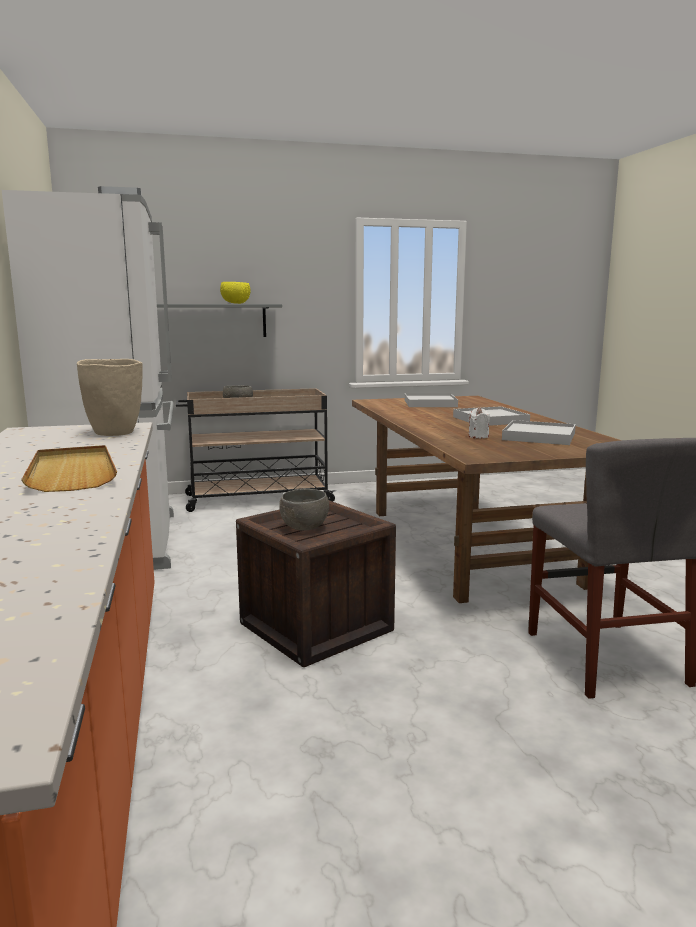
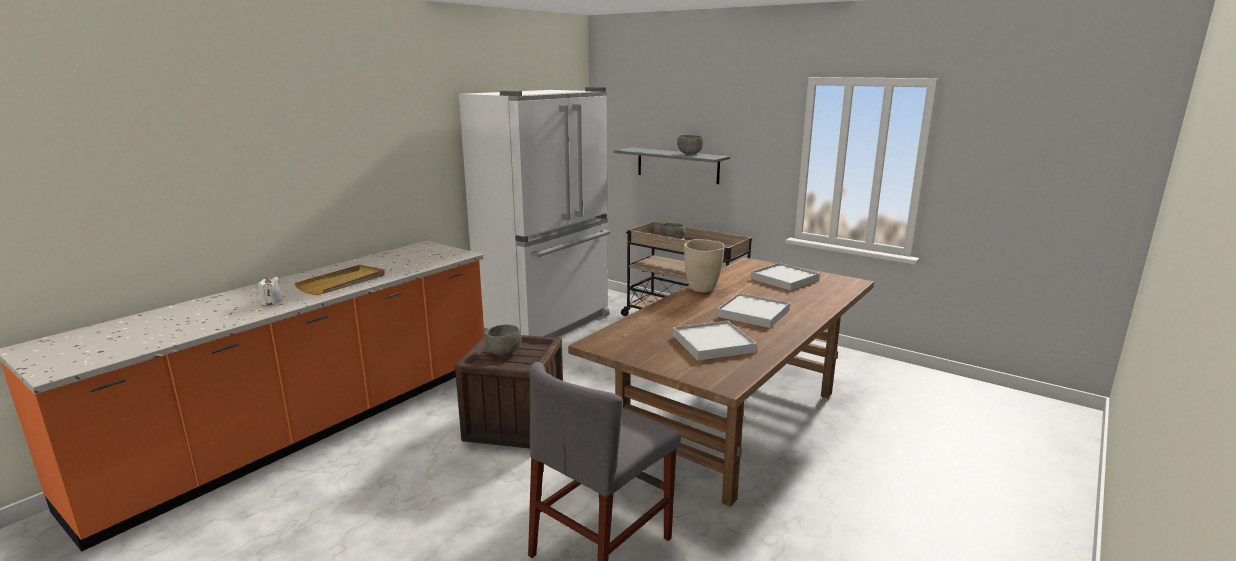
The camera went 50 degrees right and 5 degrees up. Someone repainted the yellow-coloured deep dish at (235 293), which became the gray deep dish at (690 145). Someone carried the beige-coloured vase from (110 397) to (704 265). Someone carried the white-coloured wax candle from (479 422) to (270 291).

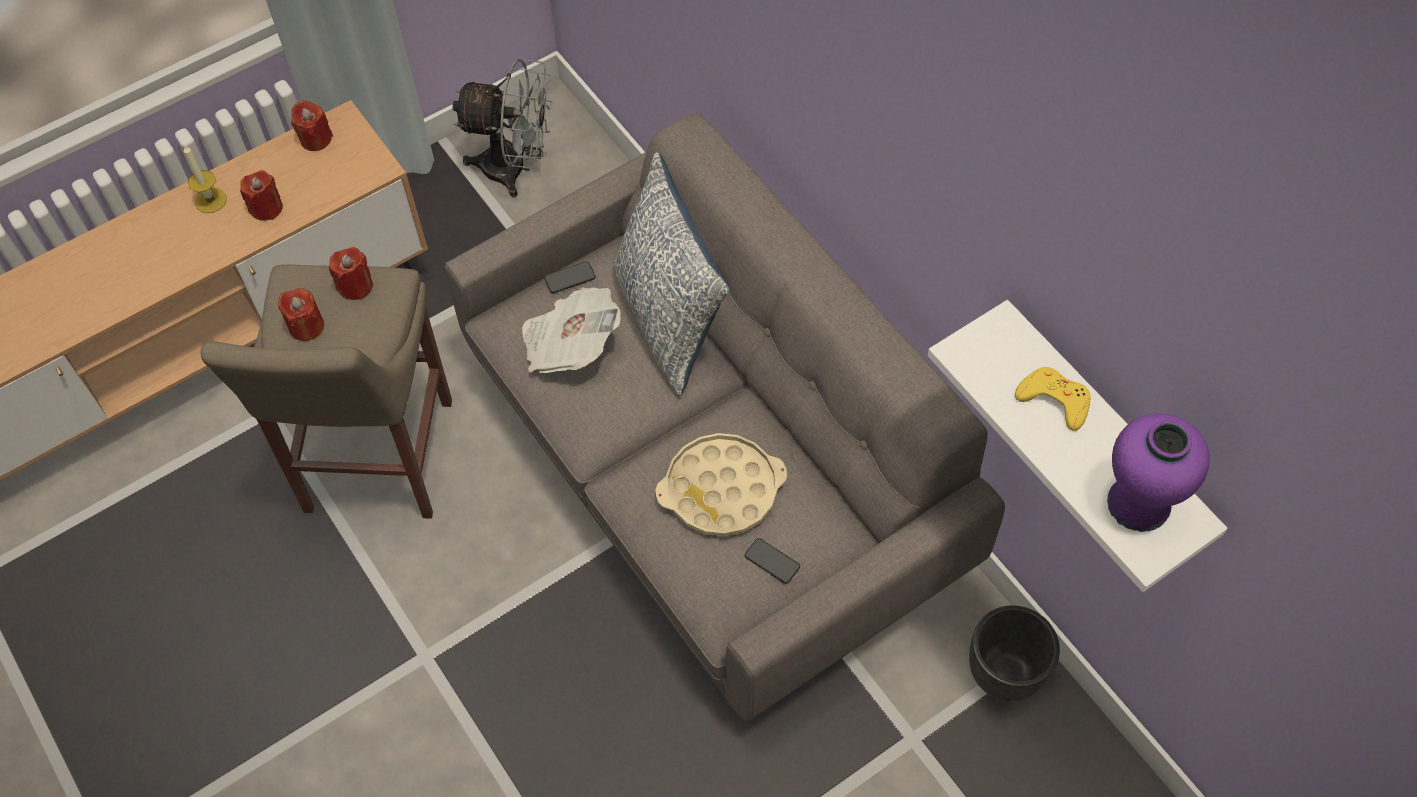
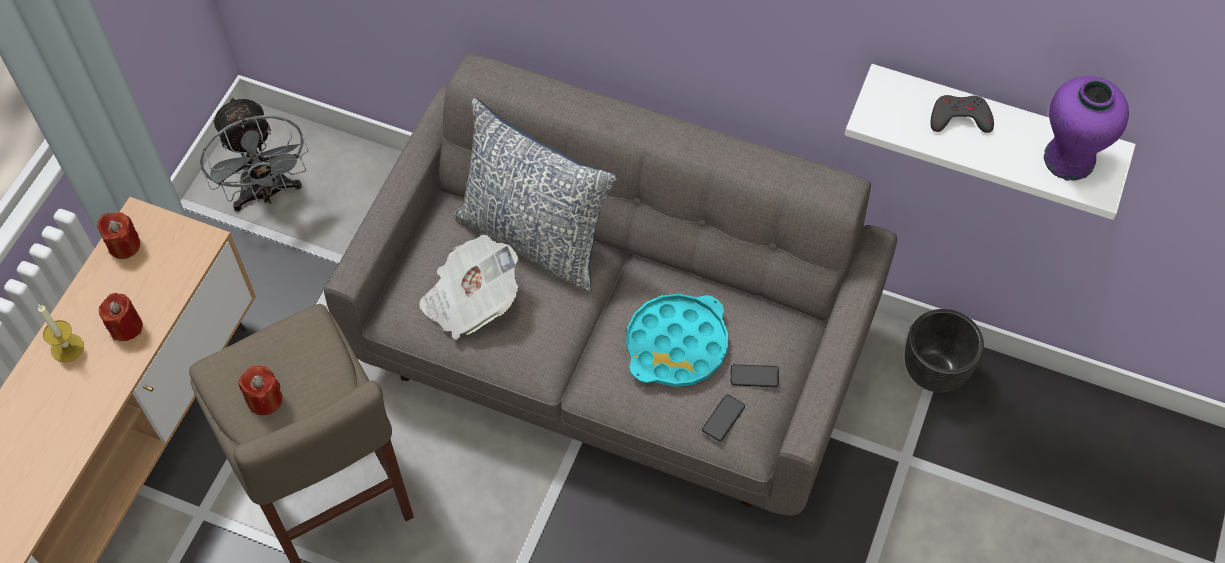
The camera went 35 degrees left and 0 degrees up. Someone rotated the gray fan at (502 128) by 90 degrees clockwise. Someone took away the red-coloured wax candle at (351 273). Someone carried the telephone from (569 277) to (723 418). Someone repainted the yellow-coloured gamepad at (1053 399), which became the gray gamepad at (962 114). Someone repainted the beige-coloured serving tray at (721 484), which became the turquoise-coloured serving tray at (677 340).

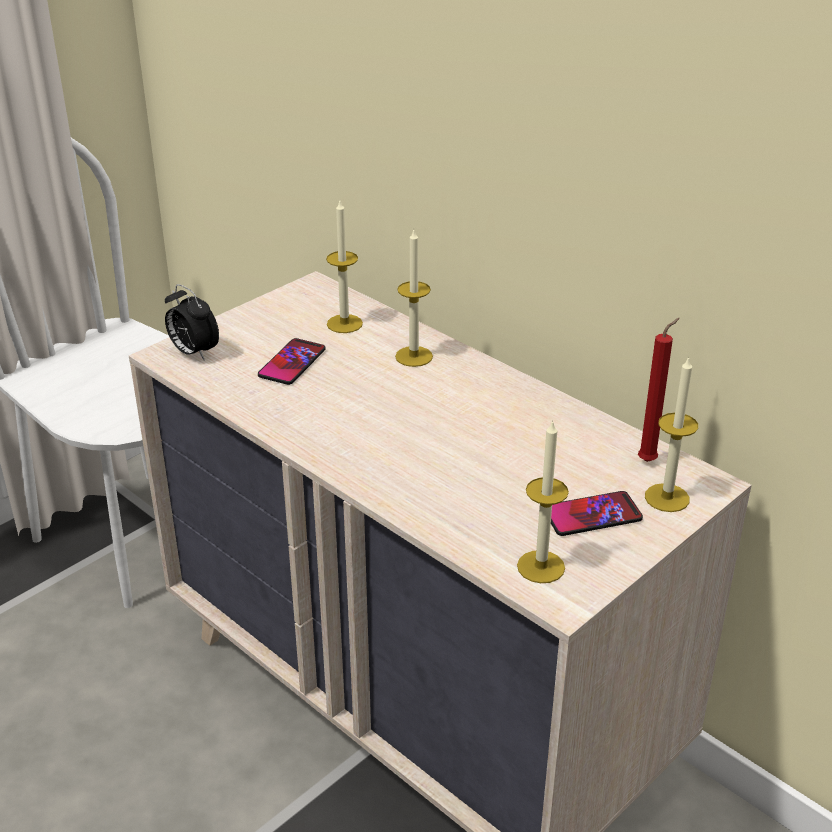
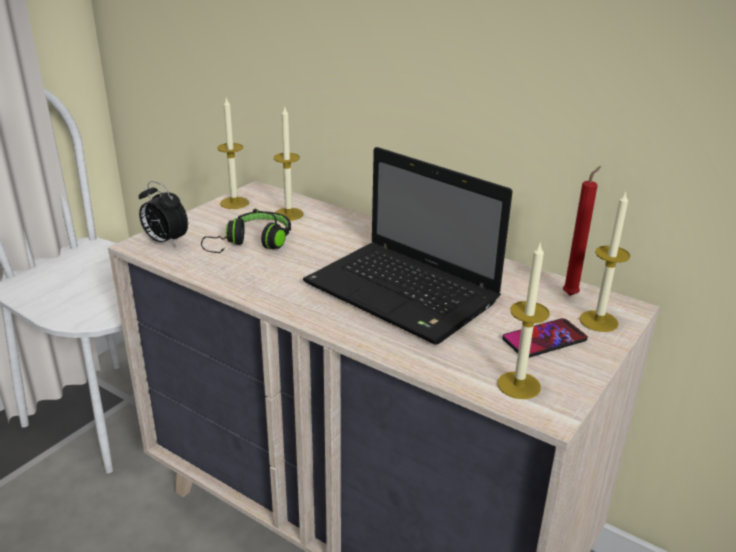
The camera went 10 degrees left and 5 degrees down. Someone carried the wax candle from (414 298) to (233 153). Someone swapped the telephone at (292 361) for the black-coloured headset at (246 231). Someone put down the portable computer at (408 246).

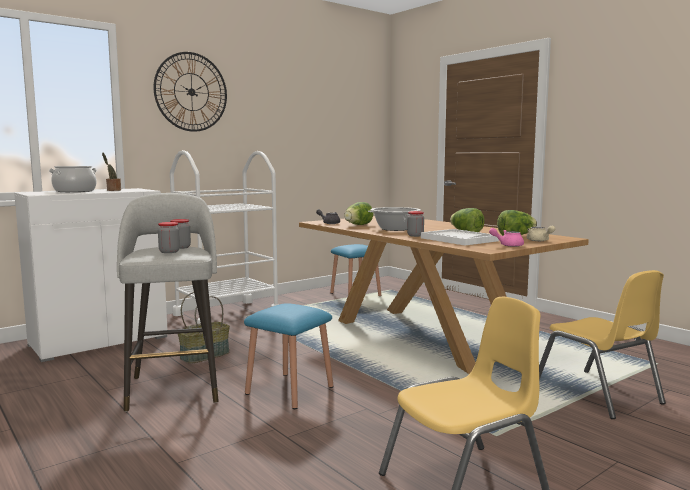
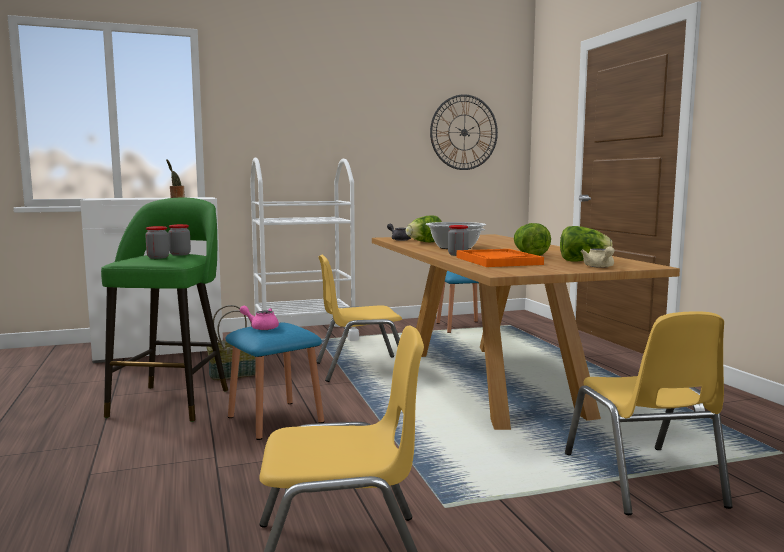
The camera went 20 degrees right and 0 degrees up. Someone carried the hanging clock from (190 92) to (464 132). Someone took away the cooking pot at (73 179). Someone repainted the gray stool at (168 302), which became the green stool at (164 310). Someone carried the pink-coloured tea pot from (506 237) to (259 318). Someone repainted the white-coloured serving tray at (460 237), which became the orangey serving tray at (500 258). Someone put down the yellow-coloured upright chair at (359 318).

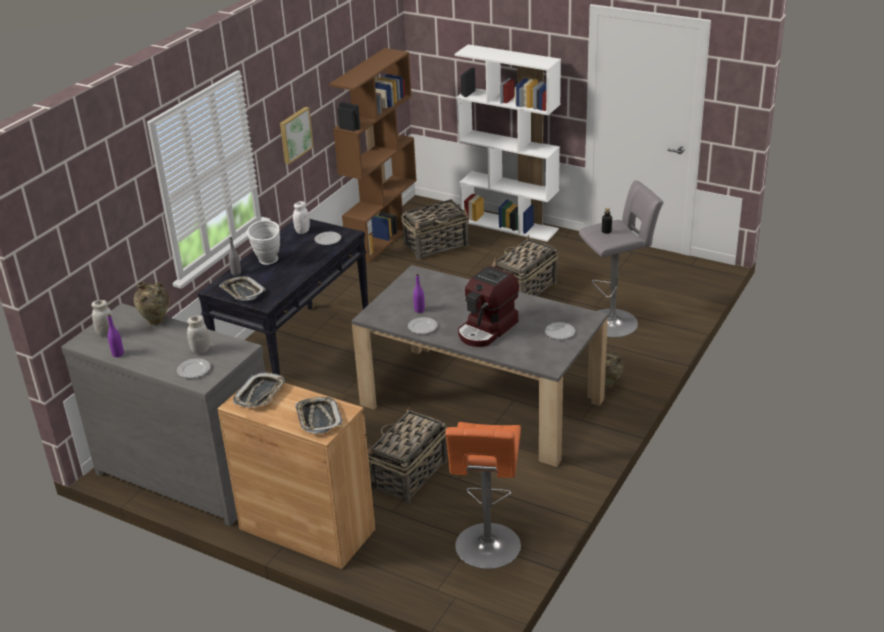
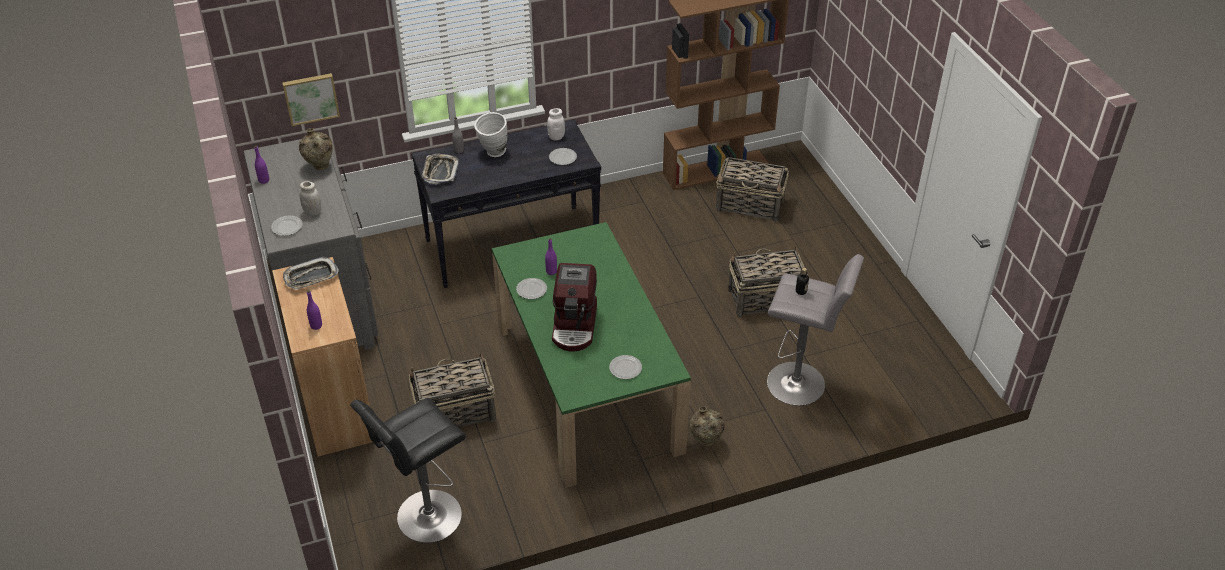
The camera went 40 degrees right and 10 degrees up. Someone took away the white-coloured shelving unit at (508 143). Someone carried the picture from (297 135) to (311 99). Someone repainted the gray kitchen table at (480 366), which became the green kitchen table at (591 355). Someone rotated the coffee brewer at (488 306) by 75 degrees counterclockwise. Someone took away the white-coloured storage jar at (103 318). Someone swapped the serving tray at (318 415) for the purplish beverage bottle at (314 310). Someone repainted the orangey stool at (483 495), which became the black-coloured stool at (408 470).

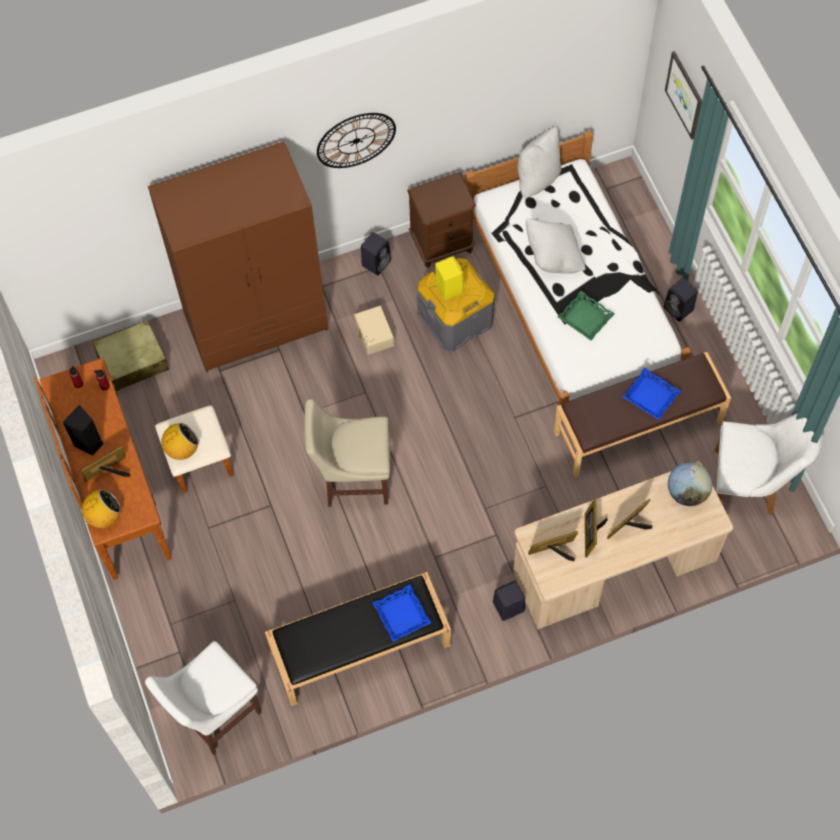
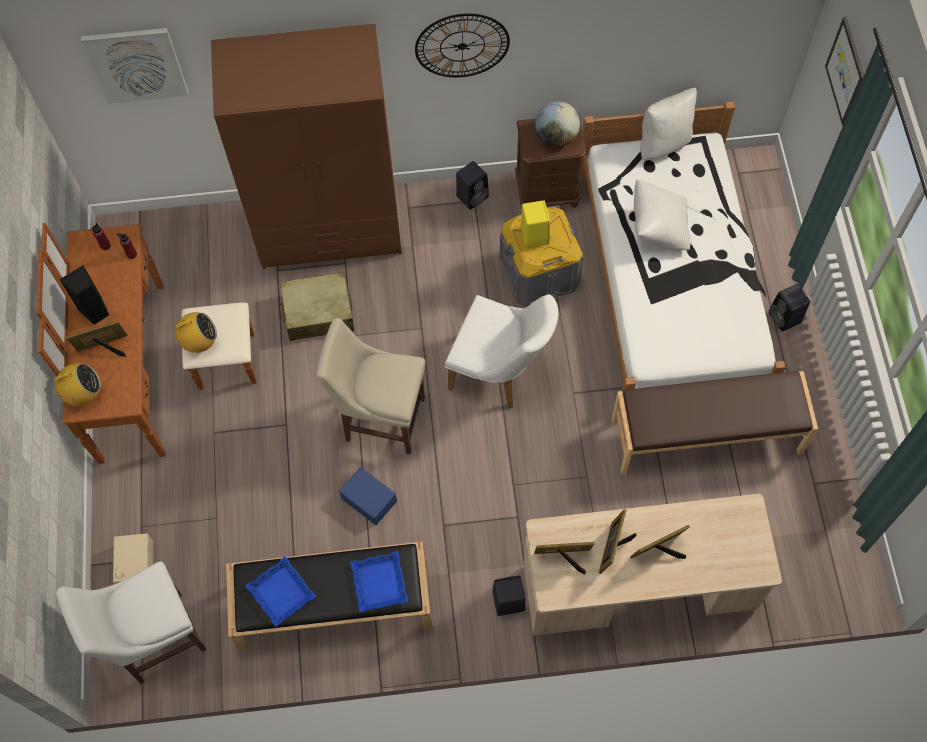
The camera went 15 degrees right and 0 degrees up. Someone took away the green serving tray at (586 316). Someone carried the beige-coloured storage container from (374 330) to (132 558). Someone carried the beige-coloured piece of luggage from (131 355) to (316 306). Someone carried the blue serving tray from (651 393) to (280 591). Someone carried the white-coloured upright chair from (768 464) to (501 351). Someone carried the globe from (690 484) to (557 124). Someone put up the picture at (135 66). Someone put down the blue storage container at (368 496).

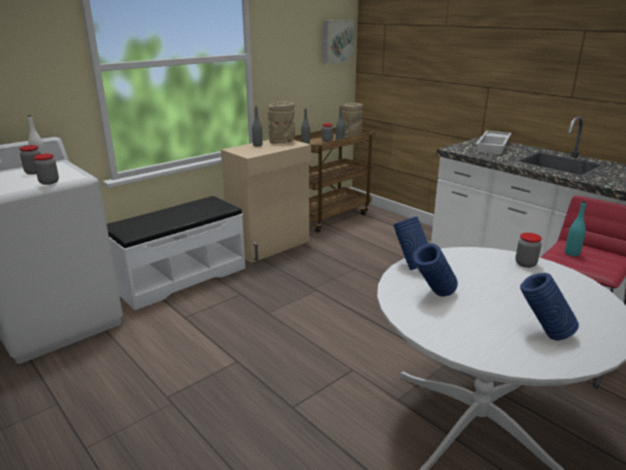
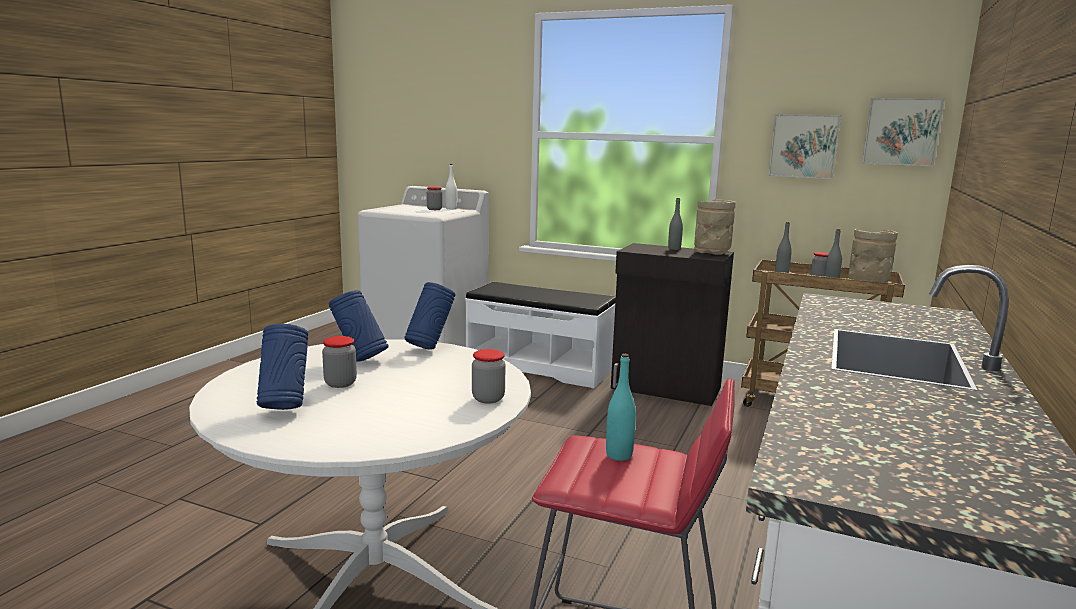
The camera went 65 degrees right and 10 degrees down. Someone took away the white-coloured serving tray at (494 143). Someone repainted the beige-coloured cupboard at (266 201), which became the black-coloured cupboard at (672 324). Someone carried the storage jar from (46 169) to (339 362). Someone put up the picture at (804 146).

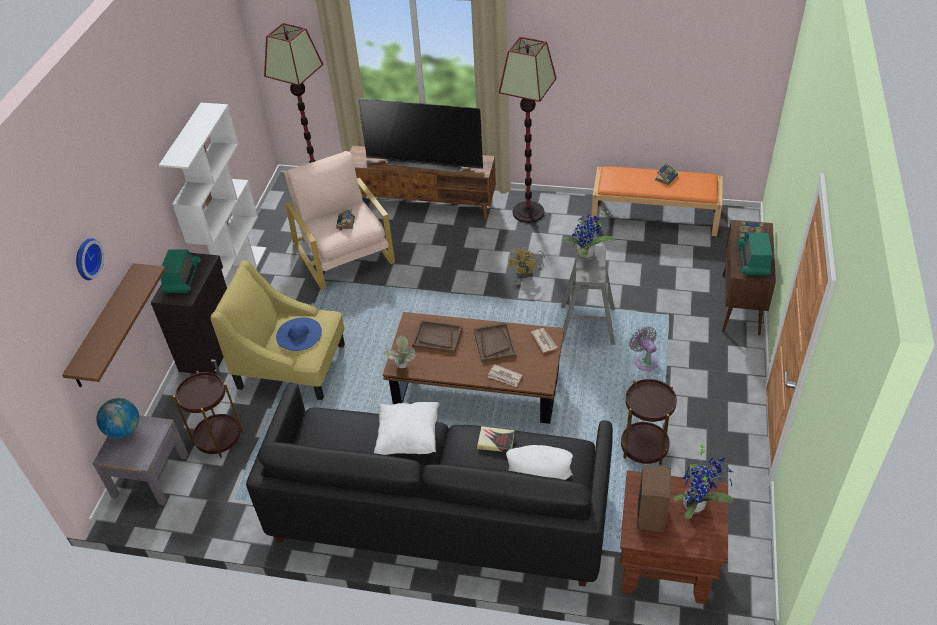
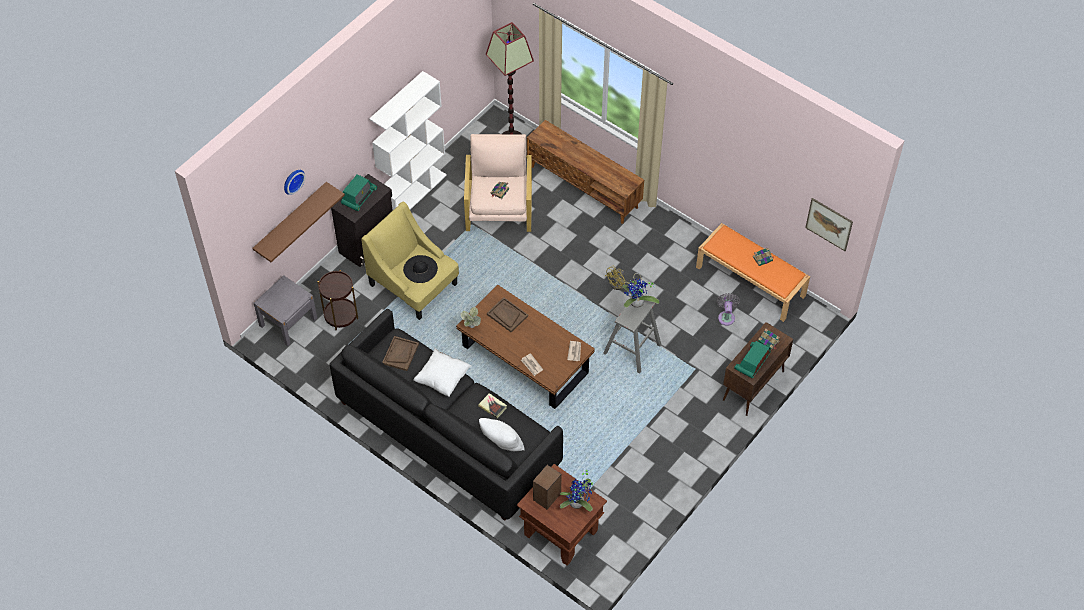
The camera went 25 degrees right and 10 degrees up. Someone took away the standing lamp at (527 130). Someone took away the TV at (420 135). Someone repainted the blue clothing hat at (299 334), which became the black-coloured clothing hat at (420 269). Someone carried the brown-coloured serving tray from (495 343) to (400 353). Someone carried the gray fan from (643 348) to (728 310). Someone took away the brown-coloured accent table at (649 422). Someone took away the globe at (117 418). Someone put up the picture at (829 224).

